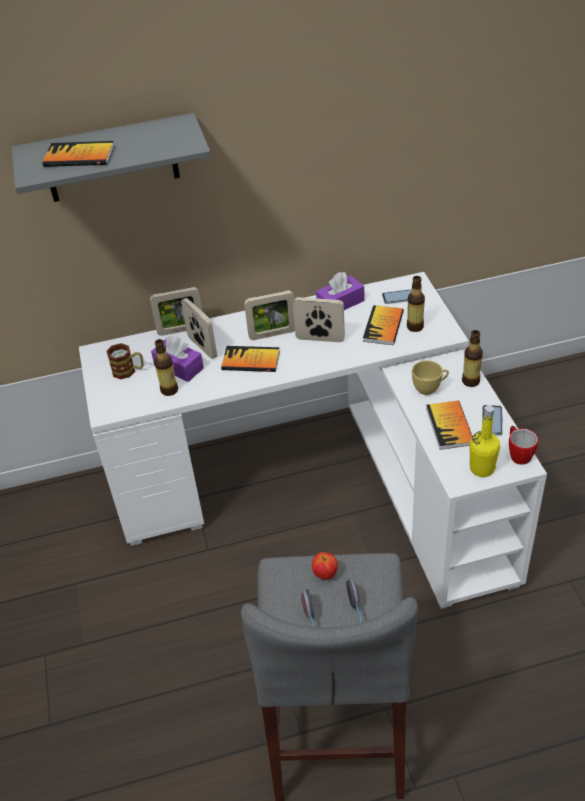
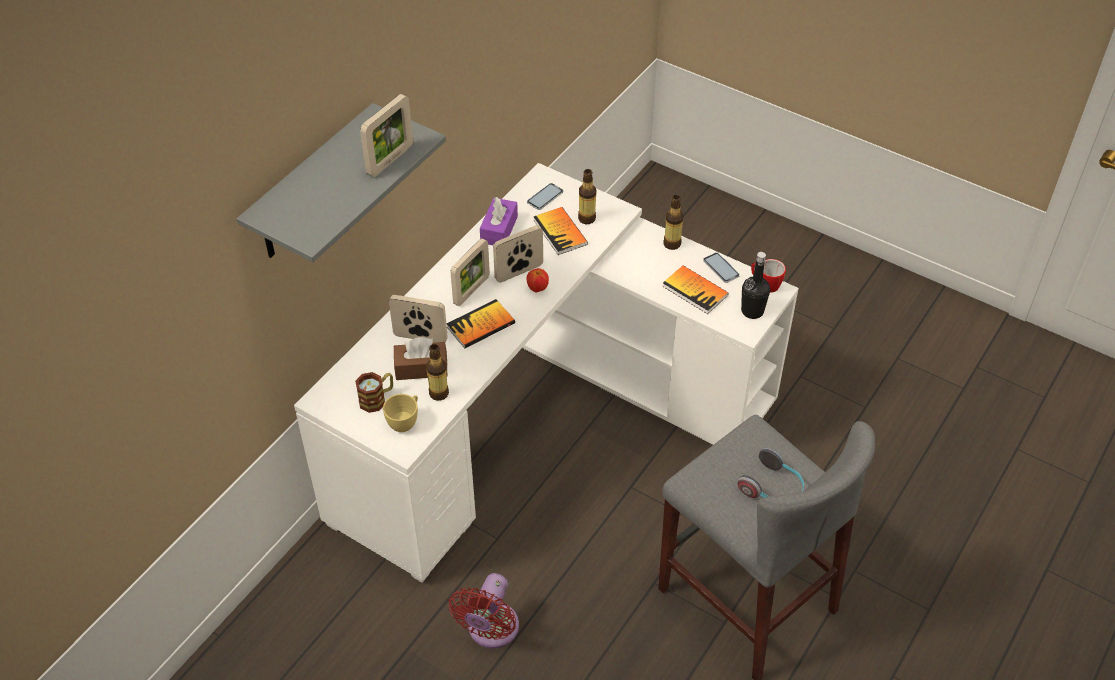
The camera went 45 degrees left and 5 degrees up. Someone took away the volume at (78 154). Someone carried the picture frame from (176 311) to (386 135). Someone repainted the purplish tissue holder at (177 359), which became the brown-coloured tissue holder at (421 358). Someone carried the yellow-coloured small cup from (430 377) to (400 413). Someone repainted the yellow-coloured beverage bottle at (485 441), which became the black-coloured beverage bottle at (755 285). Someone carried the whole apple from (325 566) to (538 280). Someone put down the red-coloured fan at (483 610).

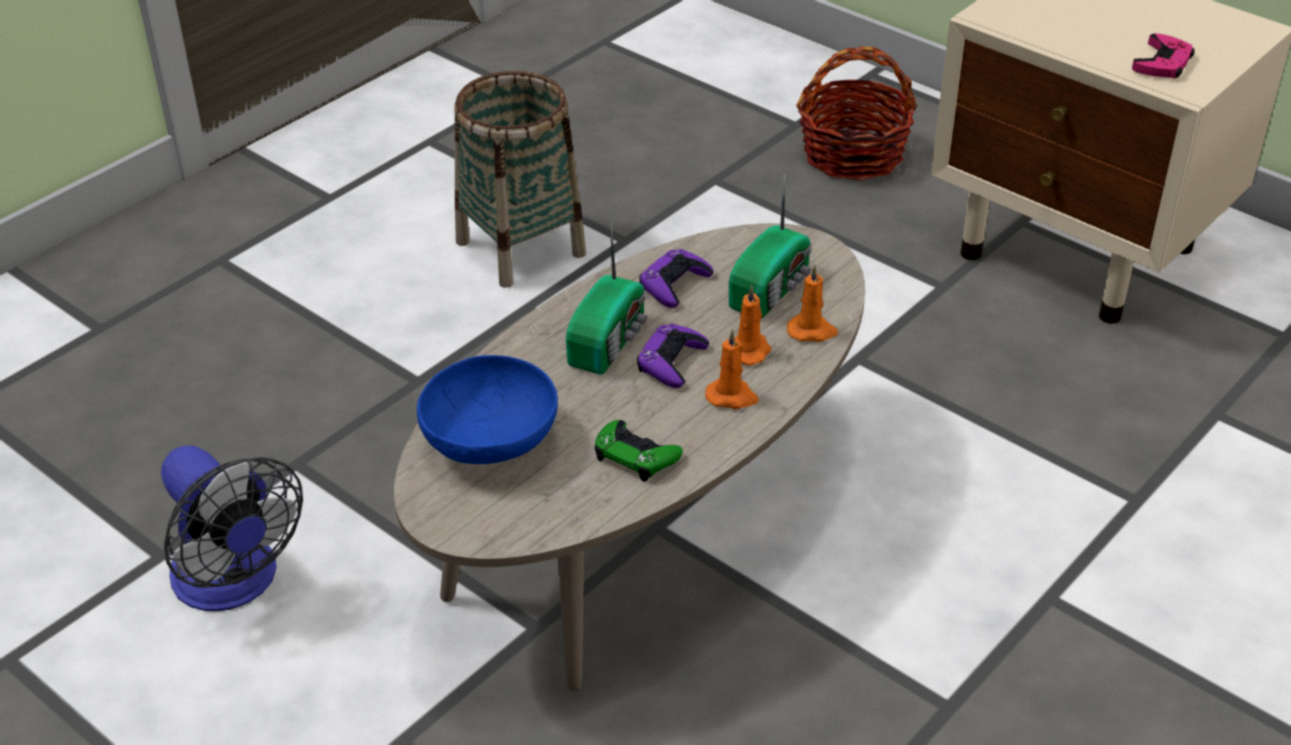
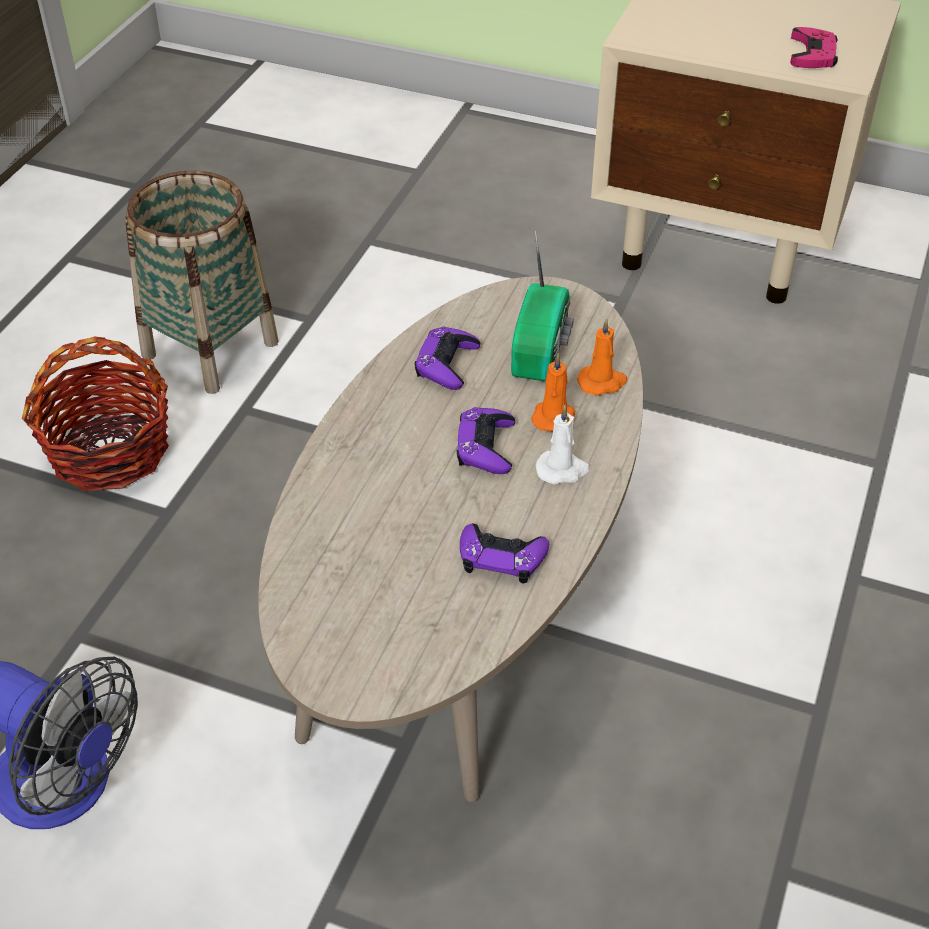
The camera went 20 degrees left and 5 degrees up. Someone carried the household basket from (856 113) to (95 414). Someone took away the radio receiver at (606 298). Someone repainted the orangey wax candle at (732 369), which became the white-coloured wax candle at (562 444). Someone took away the blue deep dish at (487 409). Someone repainted the green gamepad at (639 451), which became the purplish gamepad at (504 553).

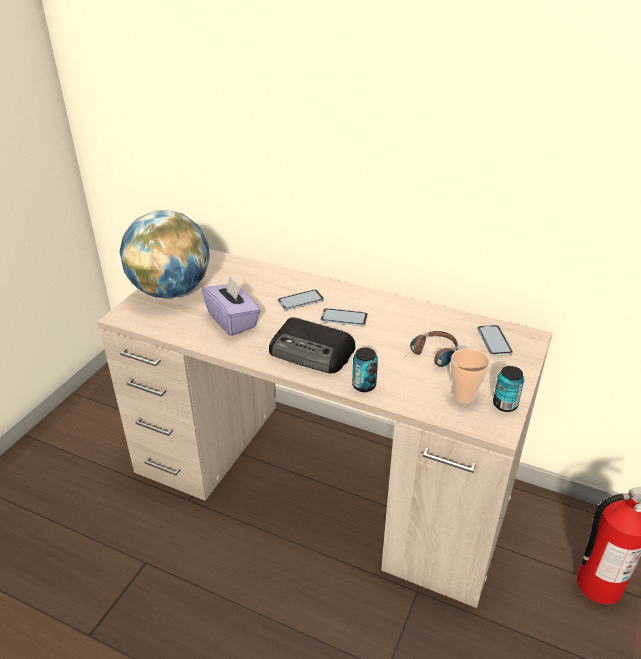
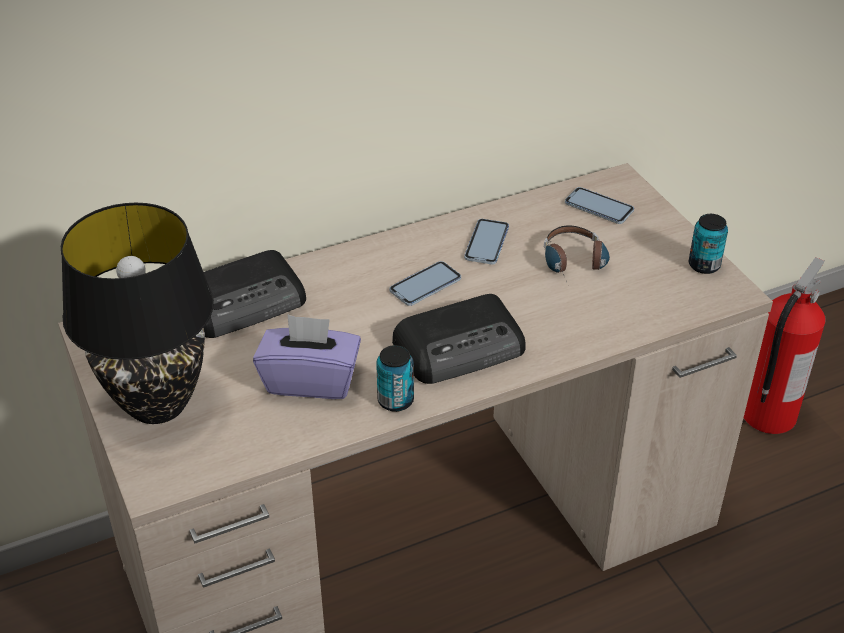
The camera went 50 degrees left and 5 degrees up. Someone swapped the globe at (164 254) for the black-coloured table lamp at (137 313). Someone carried the telephone from (301 299) to (486 241). Someone carried the sealed can from (365 369) to (395 378). Someone took away the small cup at (470 375). Someone put down the radio receiver at (255 294).

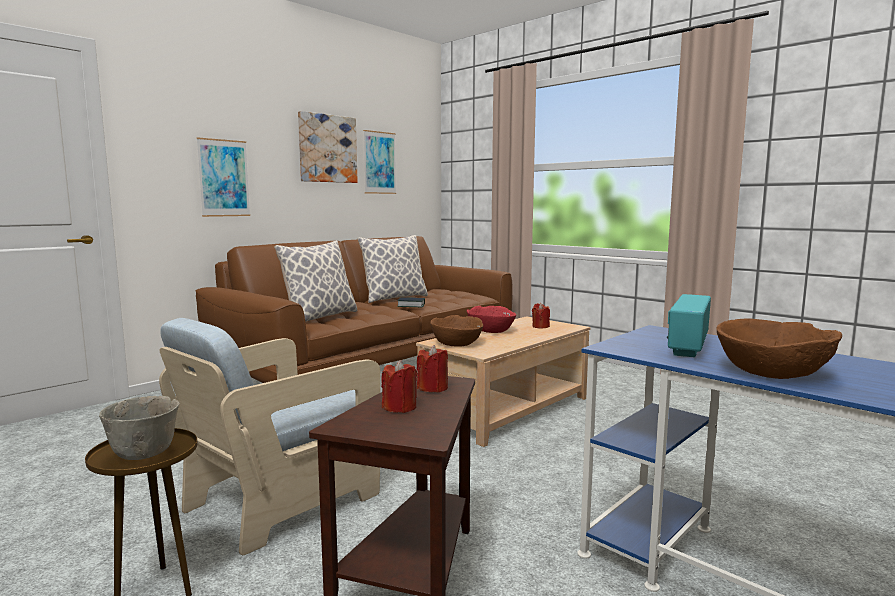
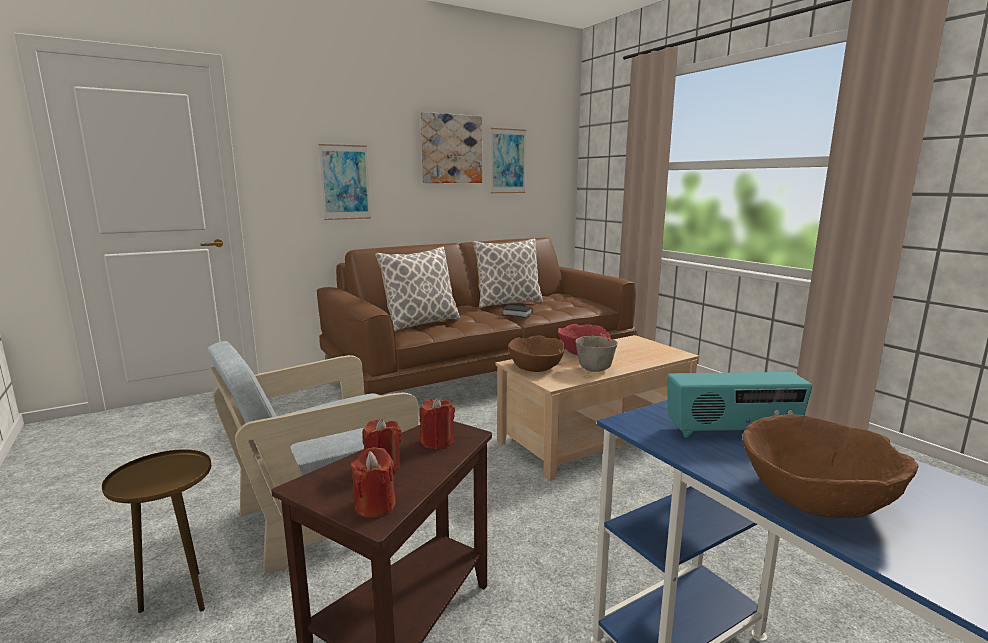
The camera went 15 degrees right and 5 degrees up. Someone rotated the radio receiver at (689 325) by 135 degrees counterclockwise. Someone carried the red-coloured wax candle from (541 316) to (373 482). Someone carried the gray deep dish from (139 428) to (596 354).

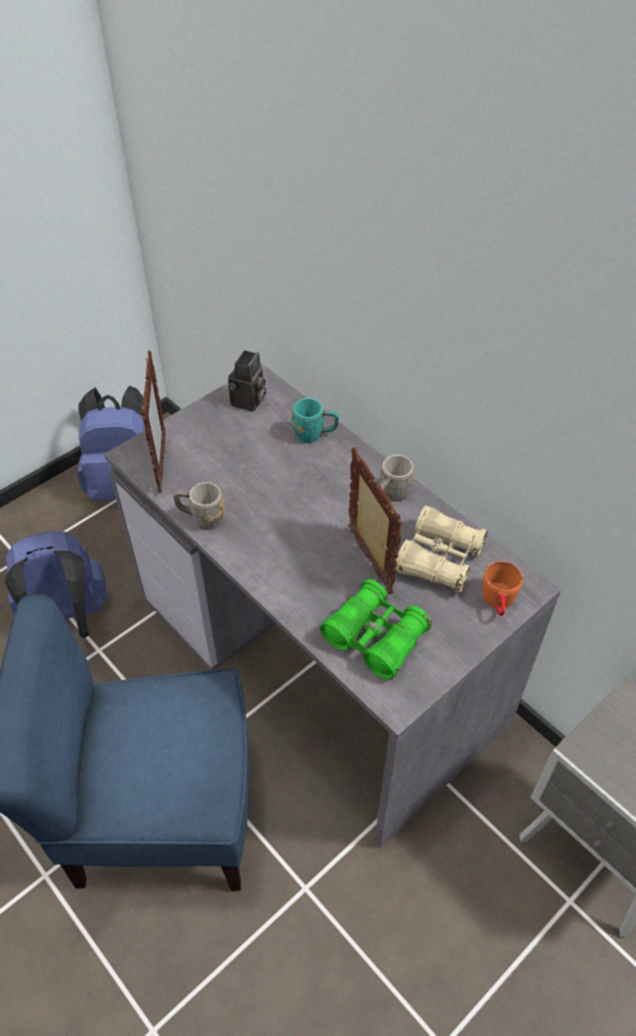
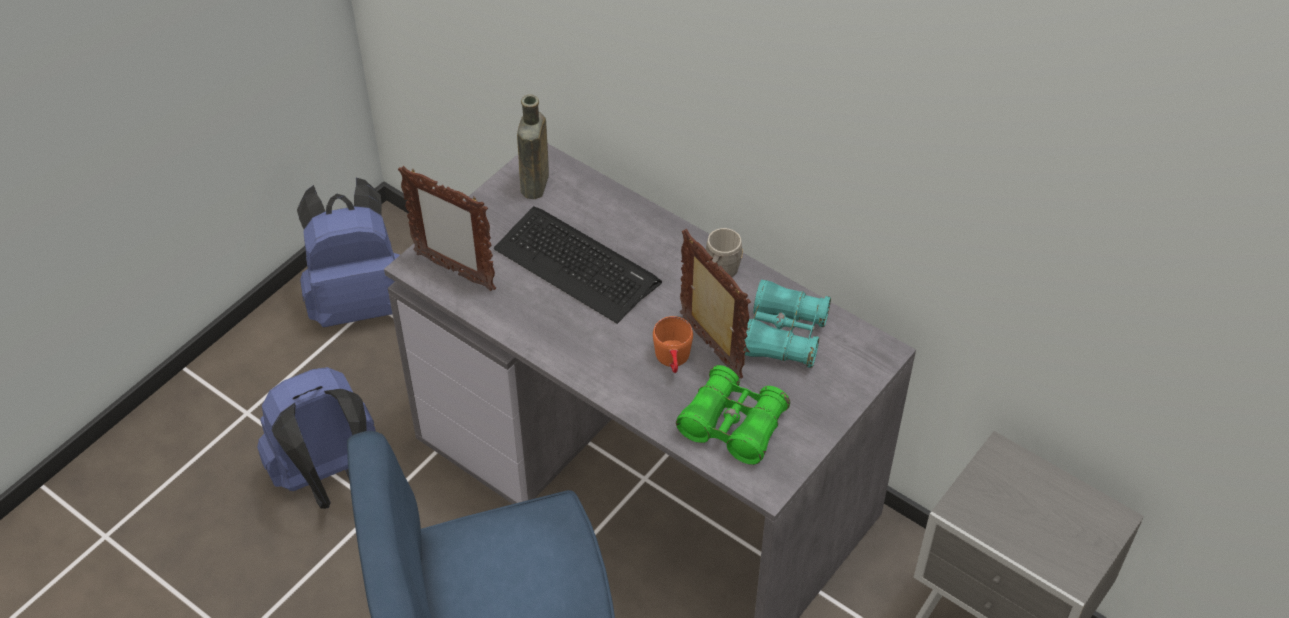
The camera went 10 degrees left and 0 degrees up. Someone swapped the photo camera at (247 381) for the brown-coloured beverage bottle at (533 147). Someone rotated the picture frame at (153 422) by 135 degrees clockwise. Someone took away the turquoise-coloured tea mug at (315 420). Someone took away the gray tea mug at (199 506). Someone repainted the beige-coloured binoculars at (441 549), which became the turquoise-coloured binoculars at (787 324). Someone carried the orangey tea mug from (502 588) to (673 344). Someone put down the computer keyboard at (578 265).

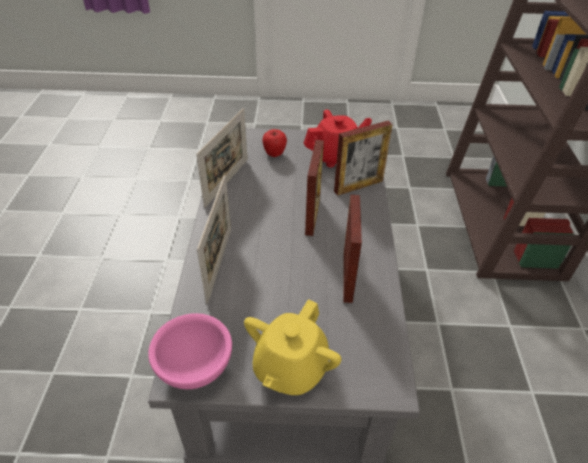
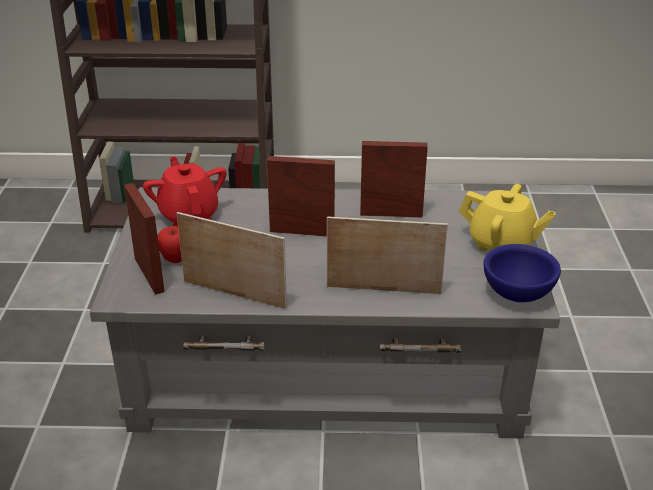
The camera went 90 degrees left and 10 degrees down. Someone carried the picture frame from (363 158) to (144 239). Someone repainted the pink-coloured deep dish at (190 351), which became the blue deep dish at (522 273).

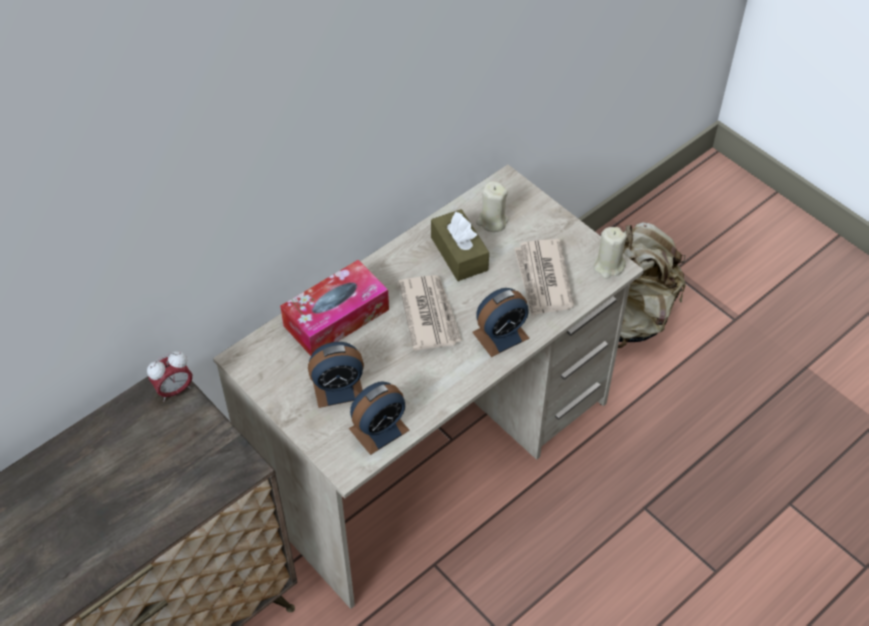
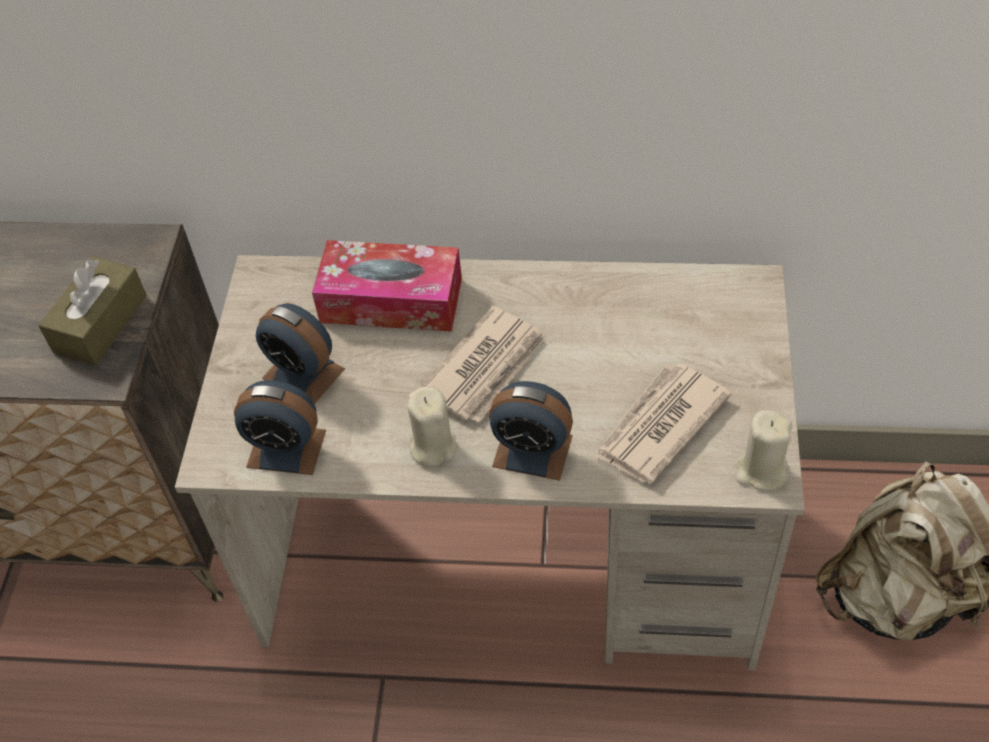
The camera went 50 degrees right and 0 degrees up. Someone carried the beige-coloured wax candle from (492 206) to (431 427). Someone carried the brown-coloured tissue holder from (460 245) to (92 310). Someone took away the alarm clock at (169 376).

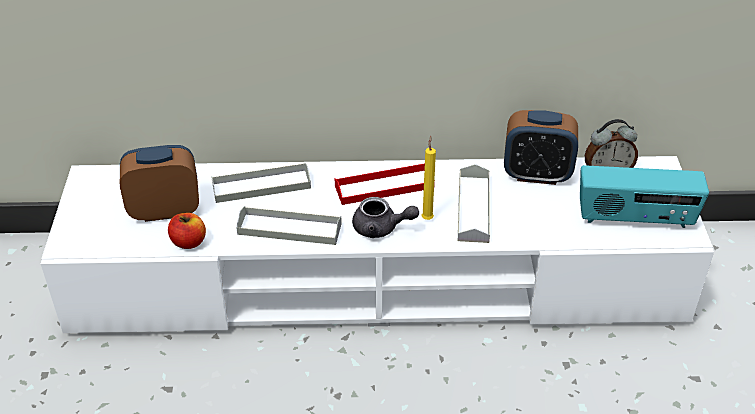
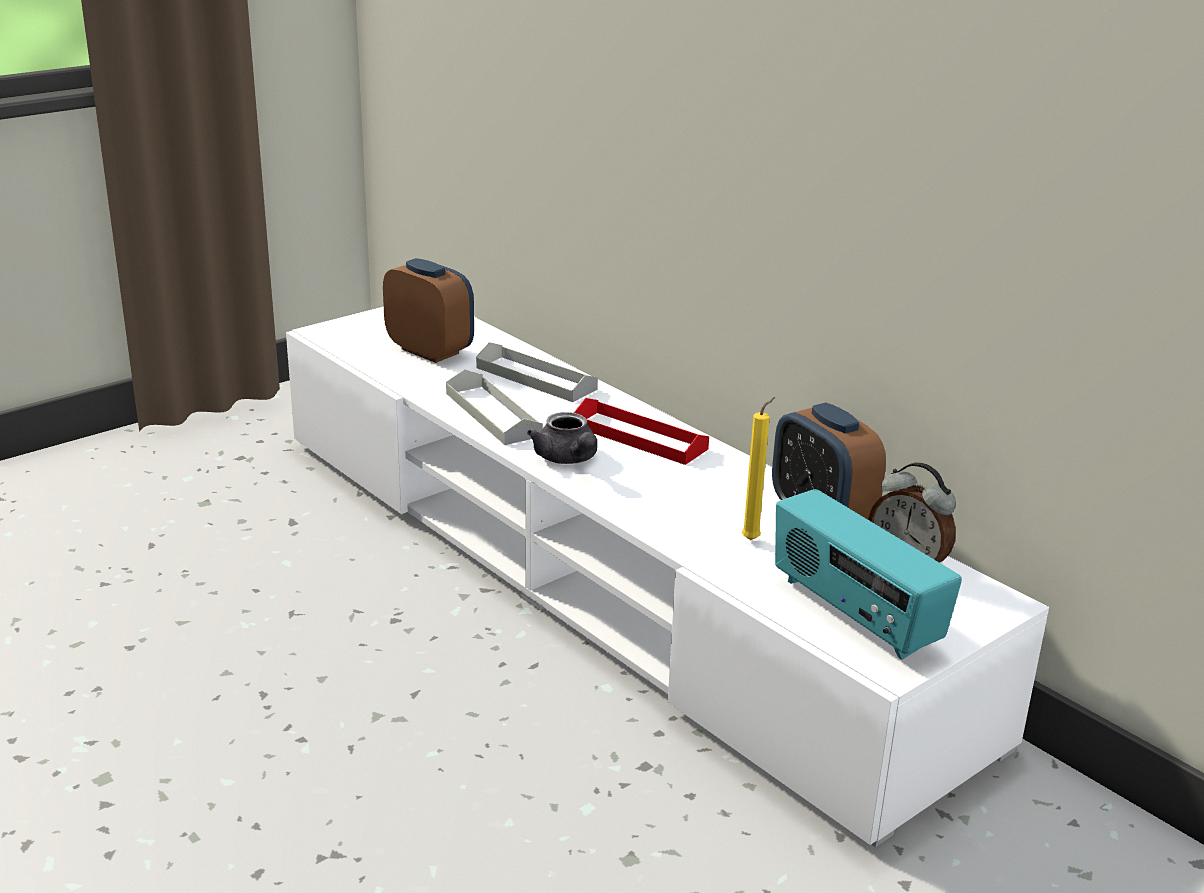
The camera went 50 degrees right and 15 degrees down. Someone carried the yellow-coloured wax candle from (429 178) to (758 468). Someone took away the gray serving tray at (474 203). Someone took away the whole apple at (187 231).

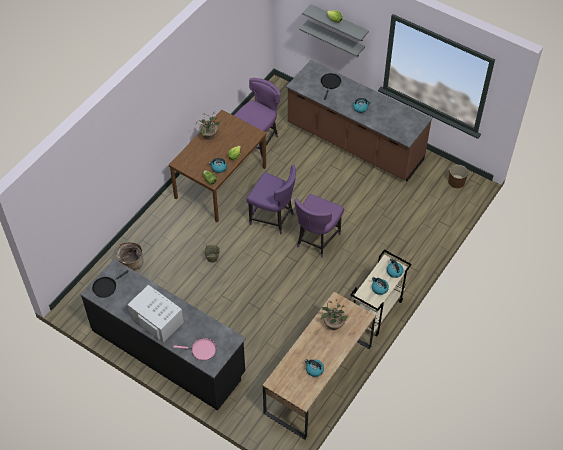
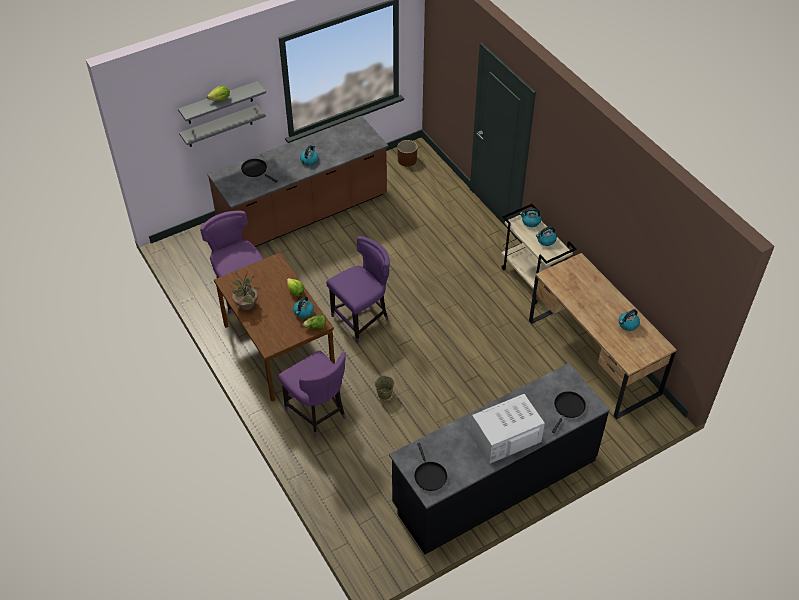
The camera went 65 degrees left and 5 degrees down. Someone carried the purplish upright chair from (319 226) to (312 394). Someone took away the household basket at (130 256). Someone took away the houseplant at (334 315). Someone repainted the pink-coloured pan at (194 349), which became the black-coloured pan at (569 412).

